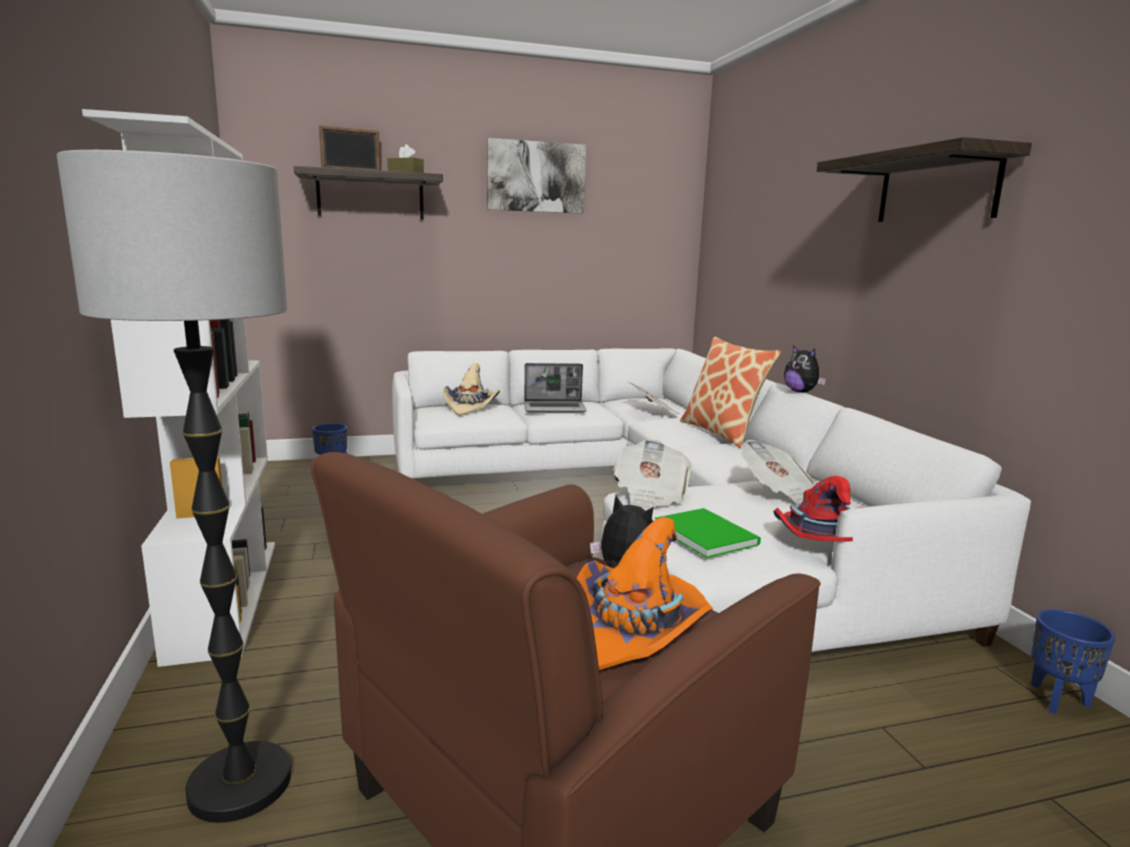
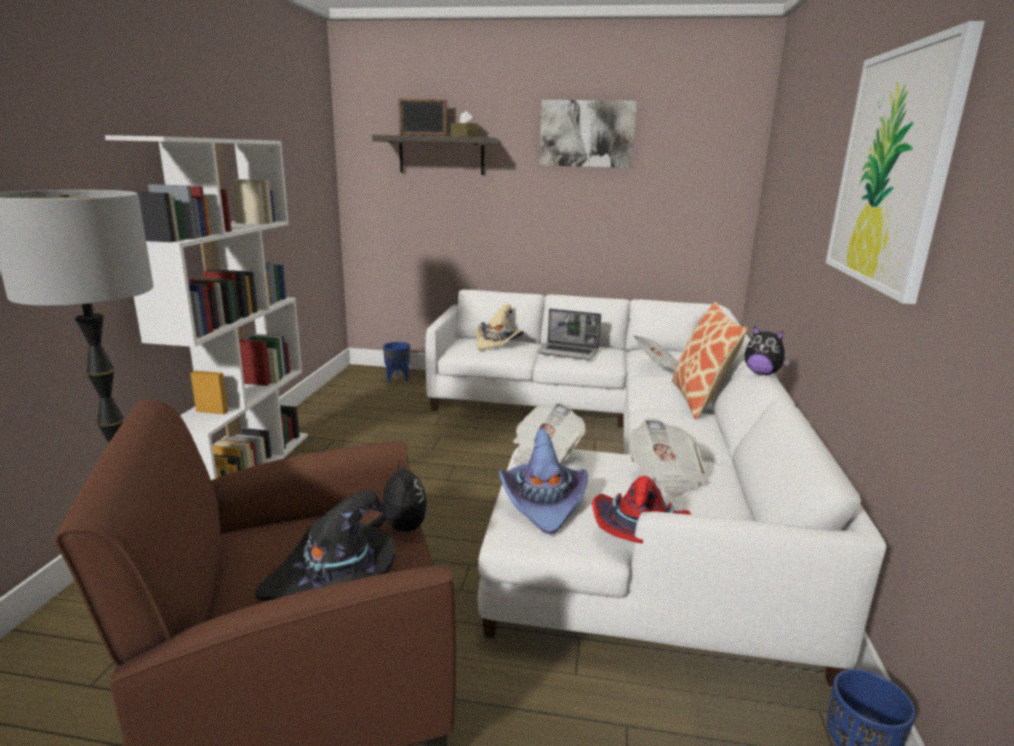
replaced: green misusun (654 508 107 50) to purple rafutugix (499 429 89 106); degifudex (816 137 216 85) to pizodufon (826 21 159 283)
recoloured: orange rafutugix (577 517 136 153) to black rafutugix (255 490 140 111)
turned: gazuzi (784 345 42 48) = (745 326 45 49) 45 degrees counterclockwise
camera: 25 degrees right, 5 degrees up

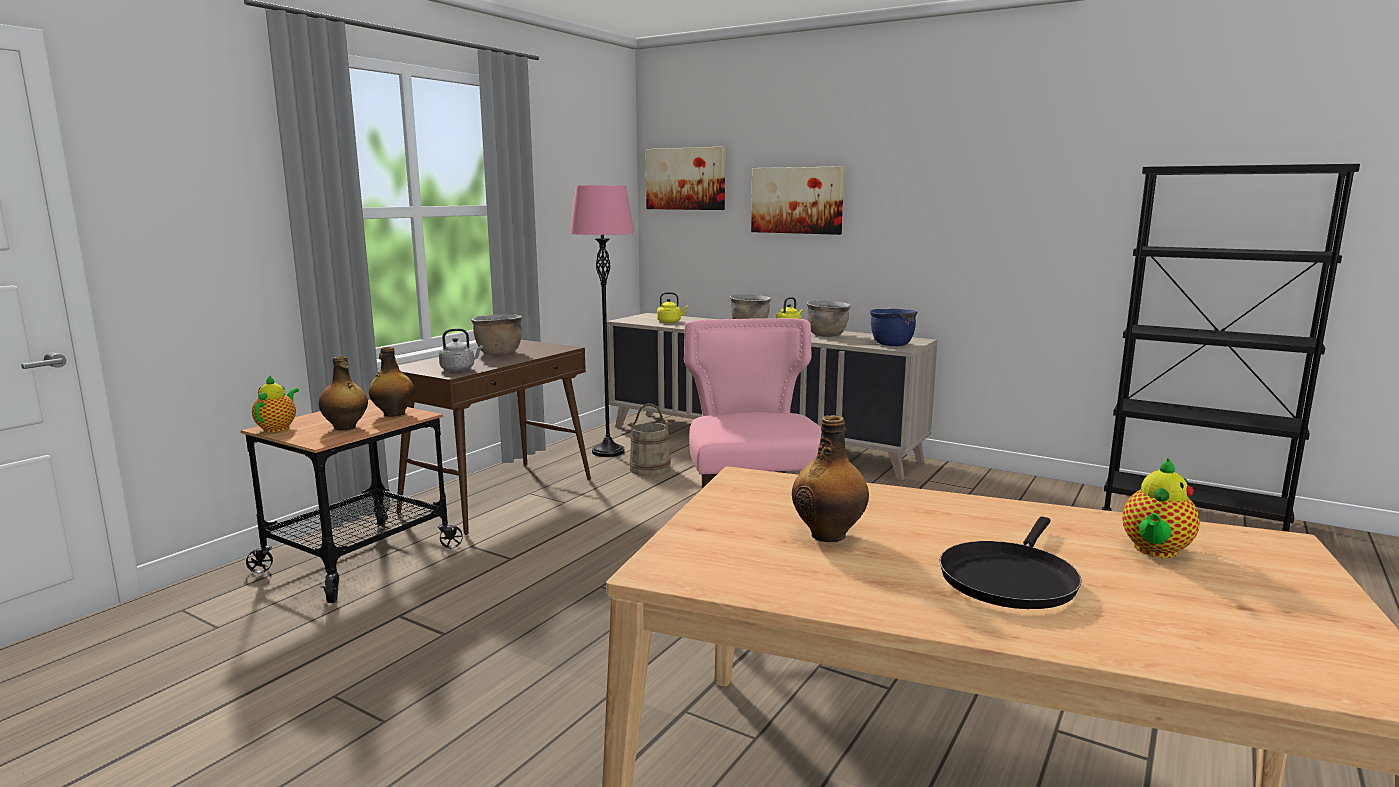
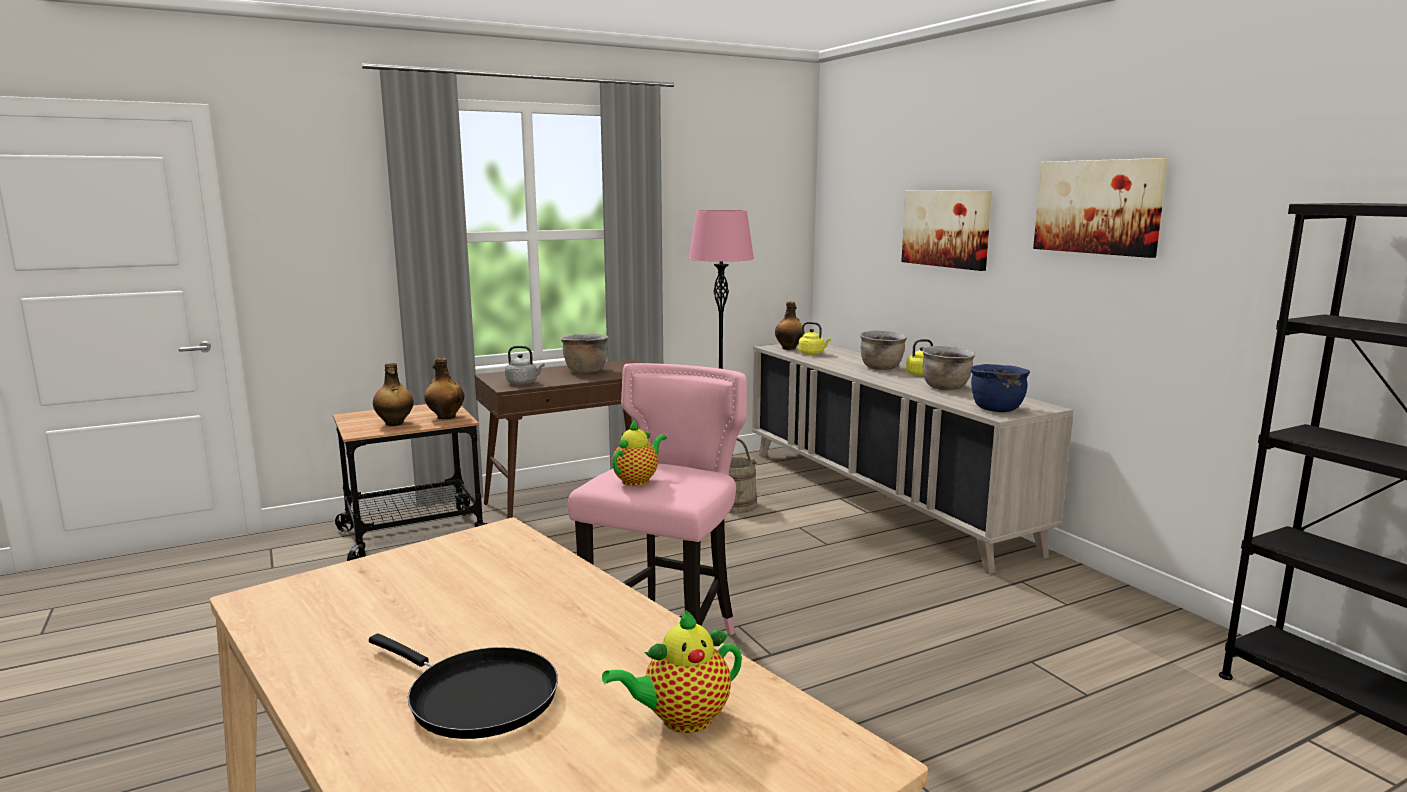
moved: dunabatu (252 375 47 58) to (612 420 55 66); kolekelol (792 415 77 127) to (775 302 30 48); pizodufon (645 147 80 63) to (1033 158 135 100)
turned: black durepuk (939 517 143 92) = (369 633 189 106) 120 degrees counterclockwise
camera: 30 degrees right, 0 degrees up

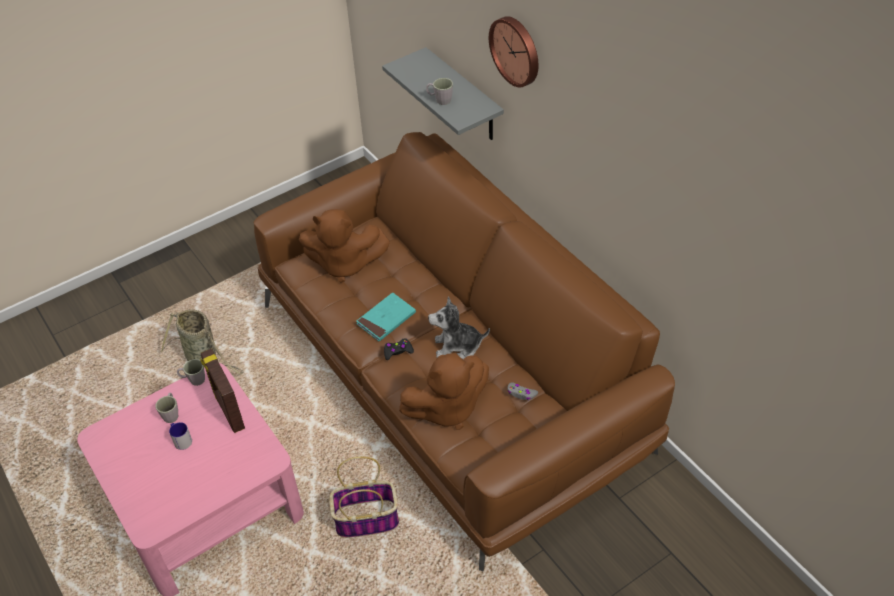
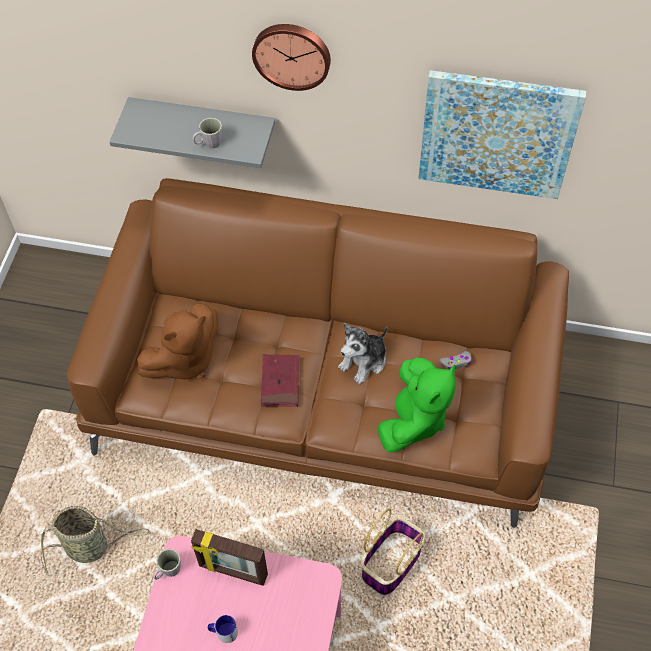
removed: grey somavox (155 393 23 30); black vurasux (384 338 30 22)
added: pizodufon (418 70 168 129)
recoloured: turquoise misusun (356 292 60 50) to red misusun (261 354 38 53); brown gazuzi (399 353 90 77) to green gazuzi (378 357 78 96)
camera: 45 degrees left, 10 degrees up

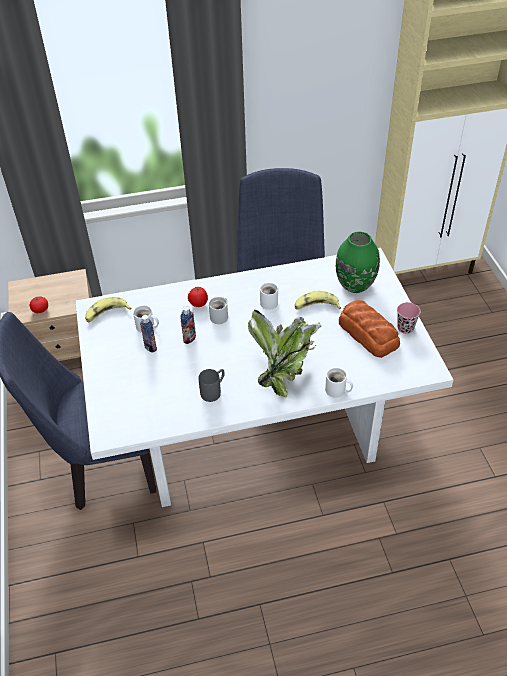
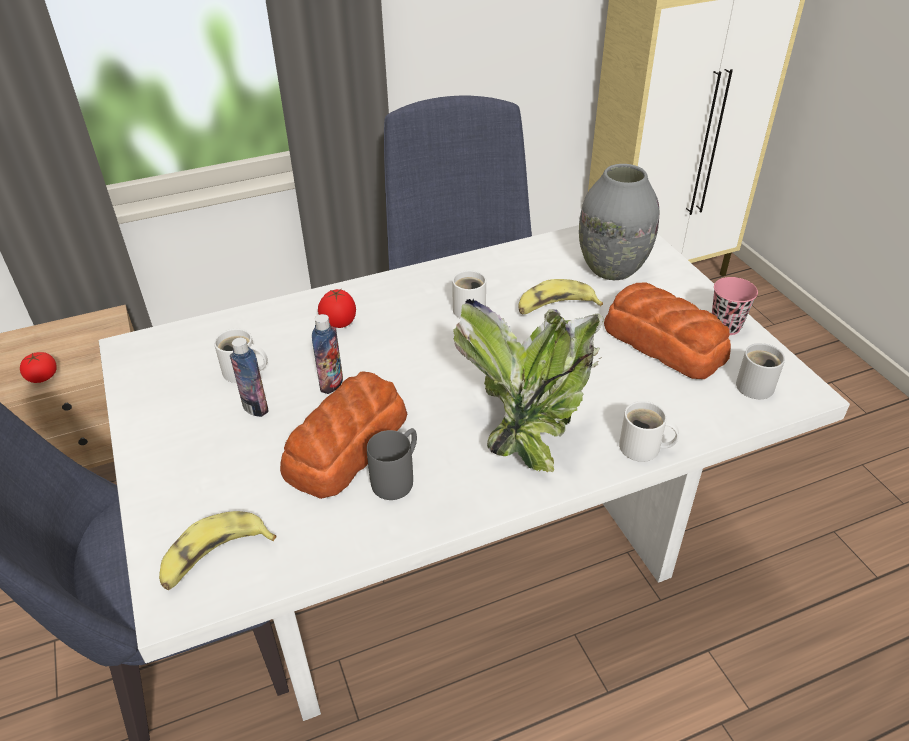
added: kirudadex (280 372 127 127)
moved: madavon (85 297 46 26) to (159 511 117 79); white somavox (209 297 19 27) to (736 343 49 56)
recoloured: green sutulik (336 232 44 61) to grey sutulik (579 164 80 117)
camera: 10 degrees left, 5 degrees down

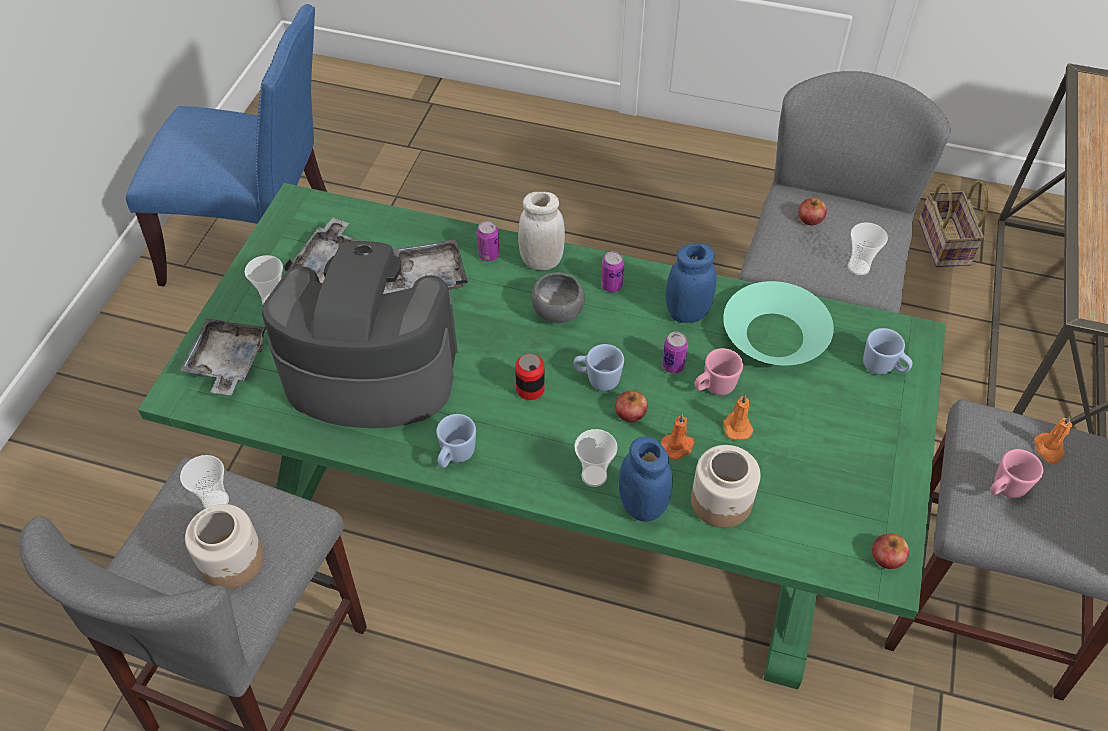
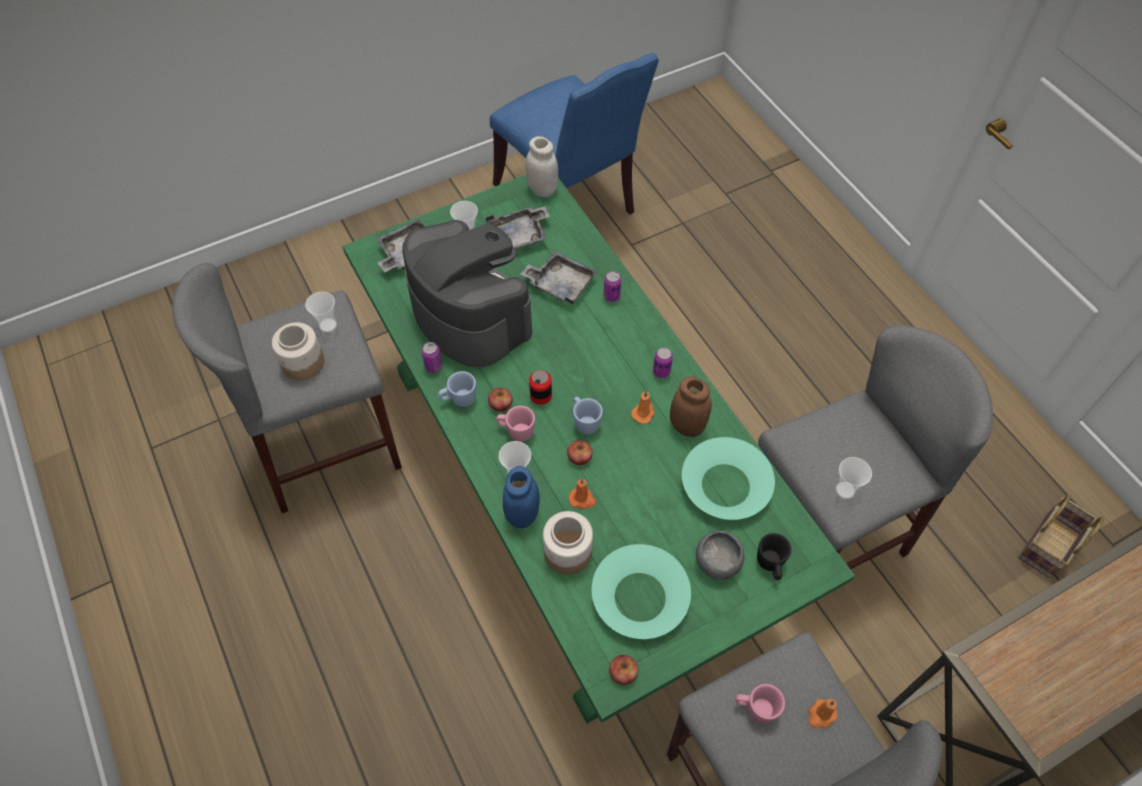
added: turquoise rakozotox (592 544 99 95)
moved: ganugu (662 332 26 42) to (421 342 21 31); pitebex (798 198 29 27) to (488 388 25 24); pink somavox (695 348 48 47) to (496 406 39 36); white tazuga (518 192 47 78) to (525 136 33 62); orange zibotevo (723 395 31 45) to (631 391 24 33); grey rakozotox (531 273 54 50) to (696 531 49 49)
recoloured: blue tazuga (666 243 50 80) to brown tazuga (670 376 42 61); blue somavox (863 328 50 47) to black somavox (757 533 34 47)
camera: 45 degrees right, 5 degrees up

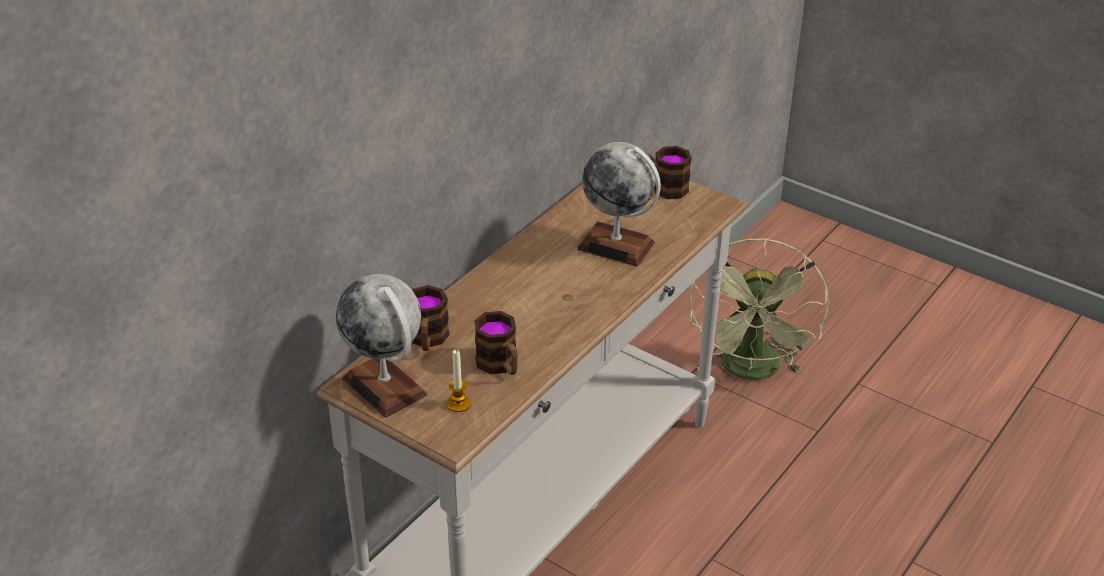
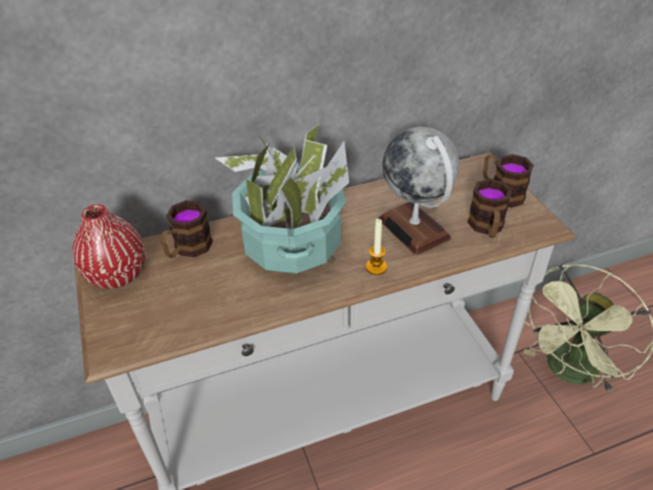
added: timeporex (215 124 134 150)
moved: zibotevo (447 350 24 62) to (366 219 21 56); somavox (474 311 44 64) to (467 179 45 59)
replaced: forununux (336 274 92 144) to red sutulik (73 204 72 85)
camera: 35 degrees right, 5 degrees up

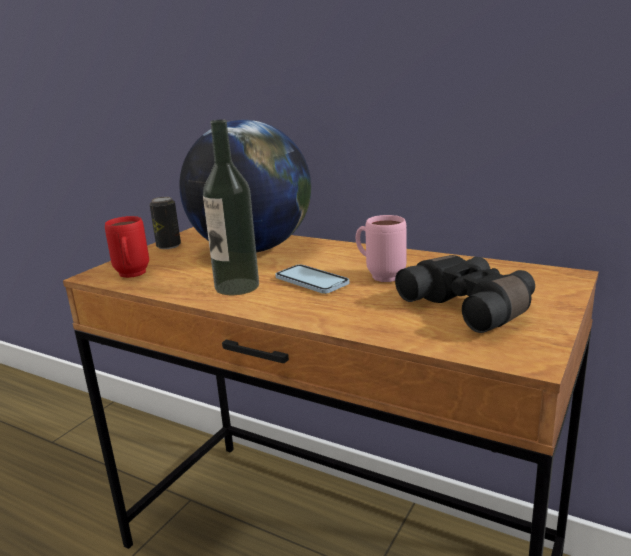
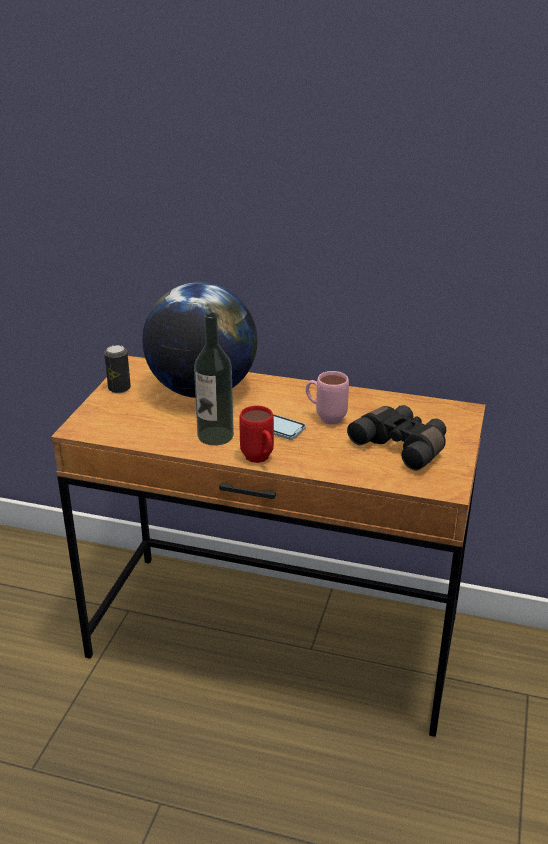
moved: red somavox (105 216 44 62) to (239 406 35 57)
camera: 15 degrees left, 10 degrees up

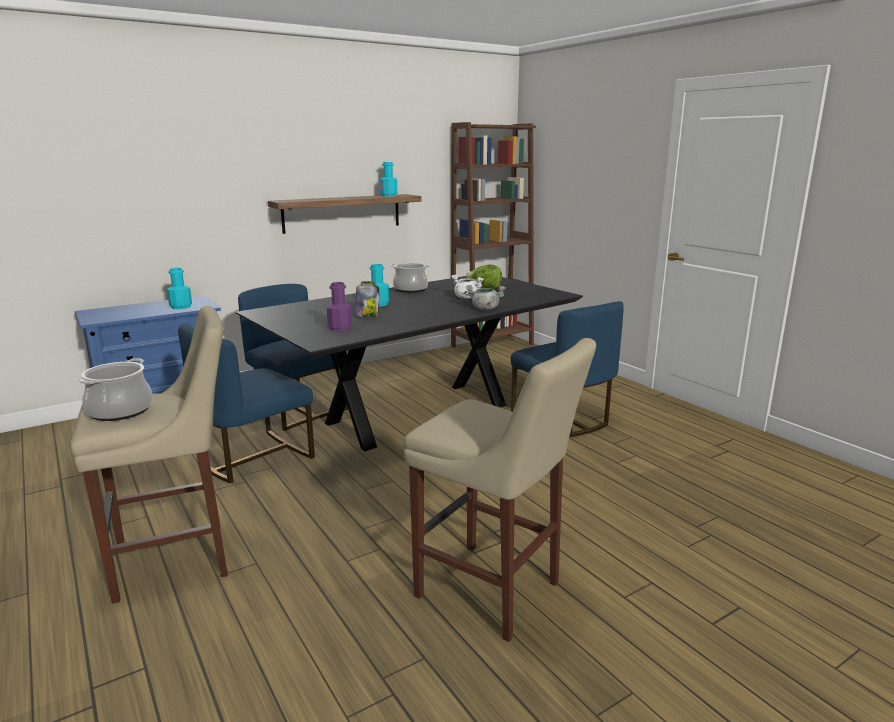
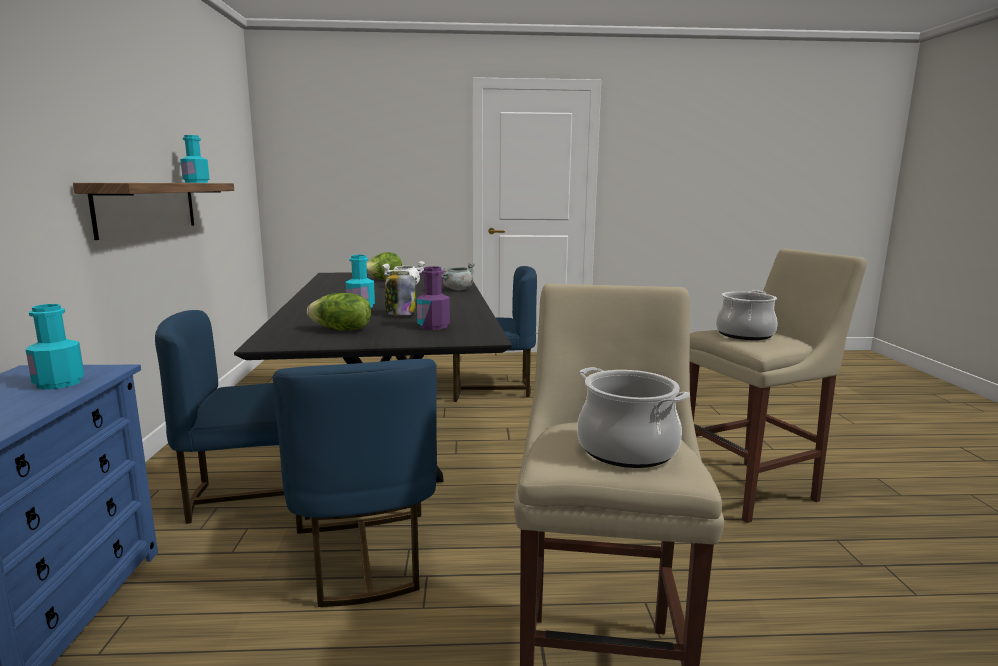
removed: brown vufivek (451 122 85 226)
added: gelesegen (307 293 64 38)
moved: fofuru (390 263 41 30) to (716 290 62 50)
camera: 60 degrees left, 5 degrees down

